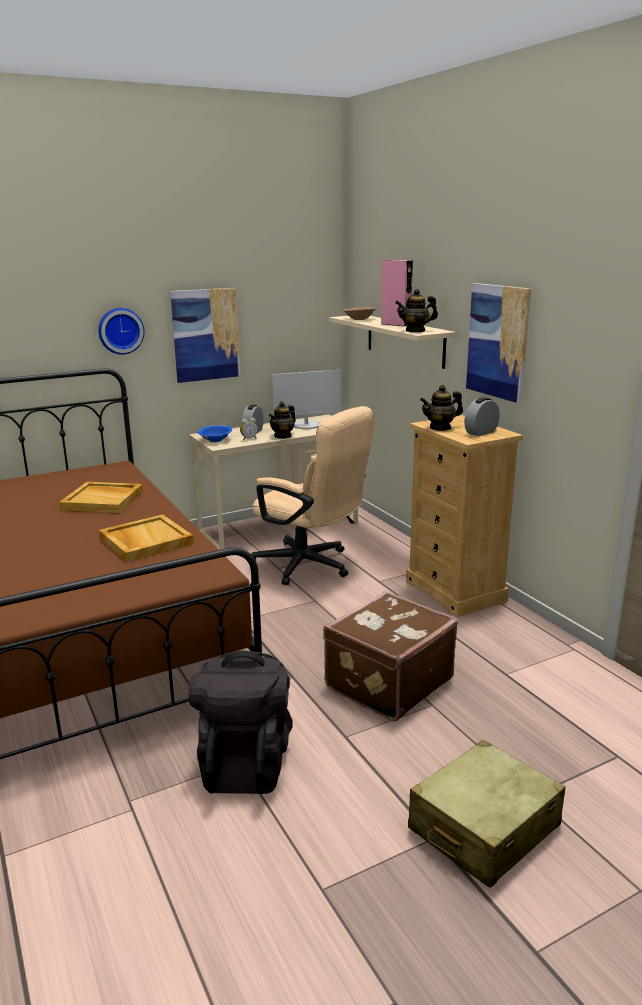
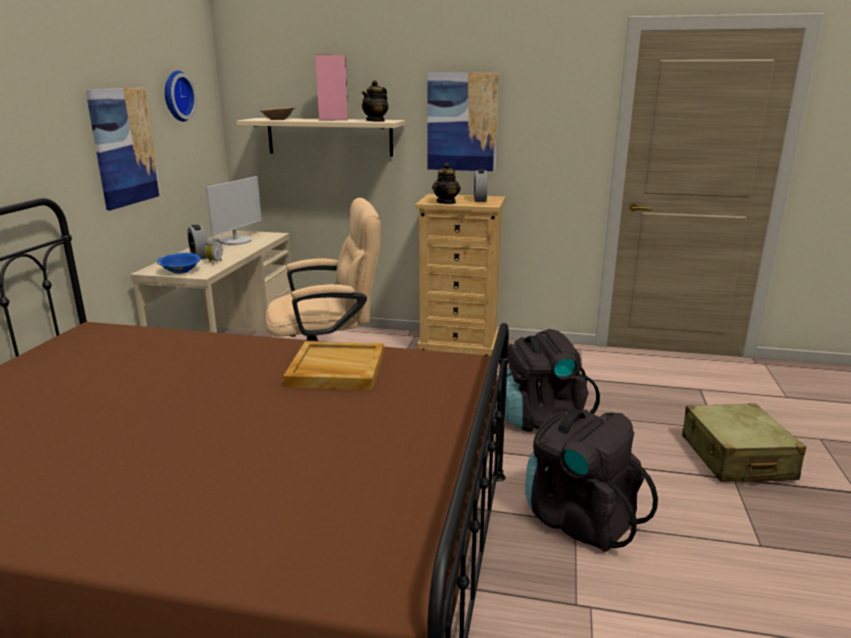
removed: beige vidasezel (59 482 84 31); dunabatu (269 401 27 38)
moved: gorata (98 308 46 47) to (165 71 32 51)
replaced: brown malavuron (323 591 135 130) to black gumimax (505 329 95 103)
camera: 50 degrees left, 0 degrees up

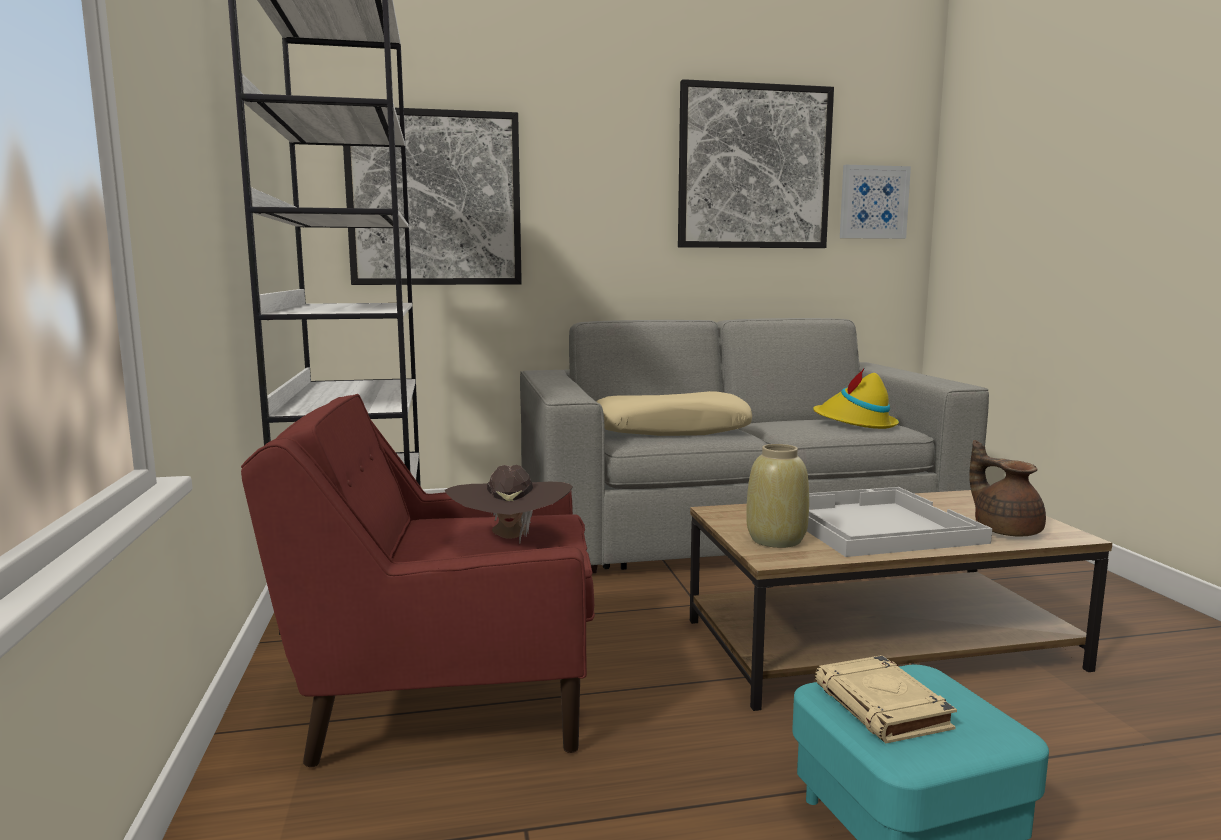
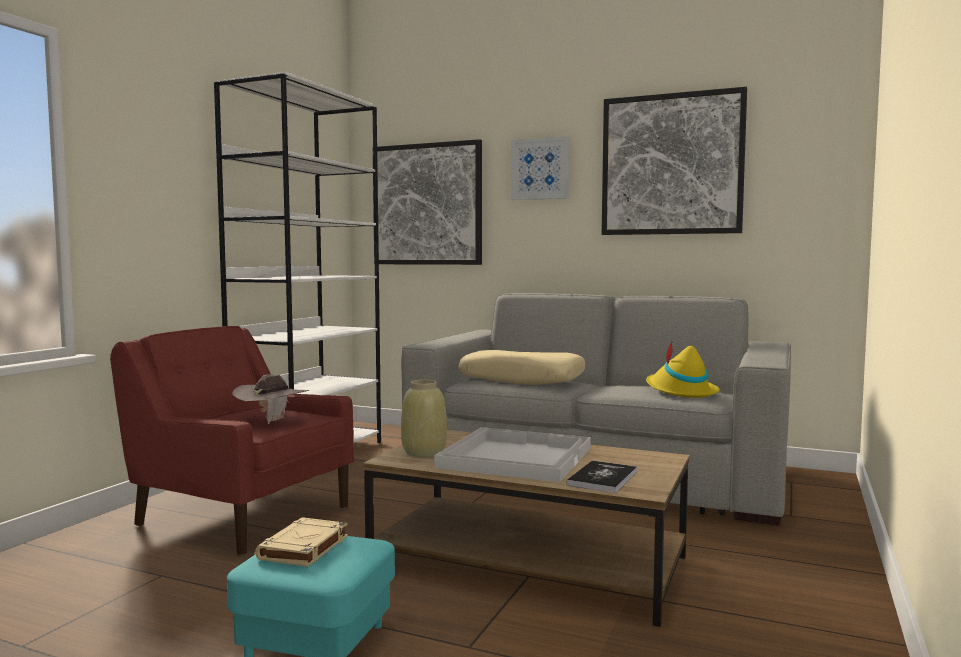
moved: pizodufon (840 165 71 74) to (511 136 58 64)
replaced: brown dunabatu (969 440 77 96) to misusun (567 461 70 32)
camera: 35 degrees right, 5 degrees down

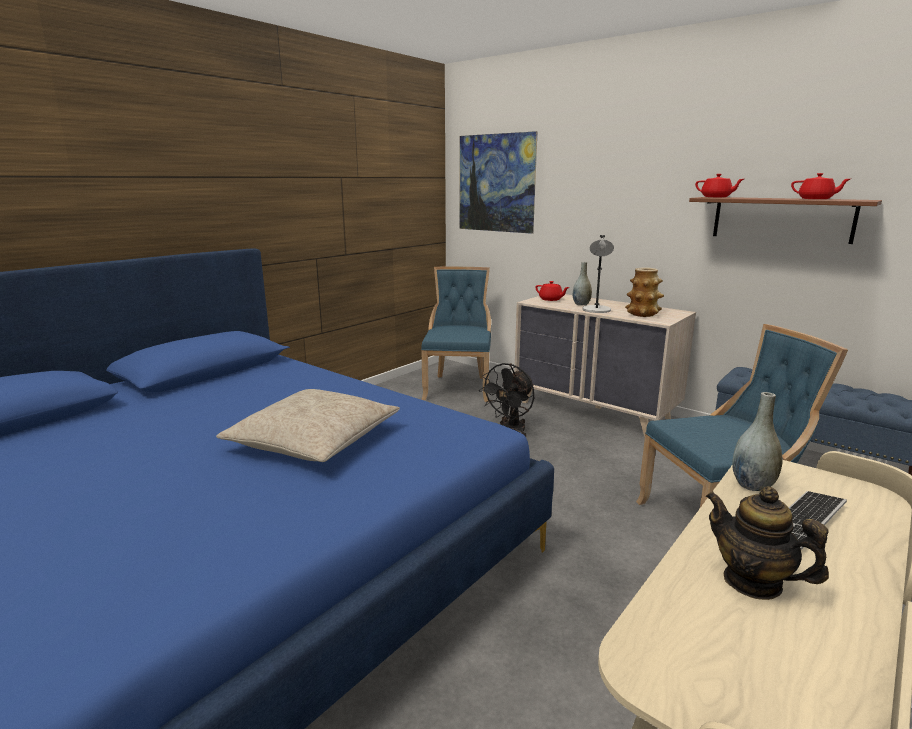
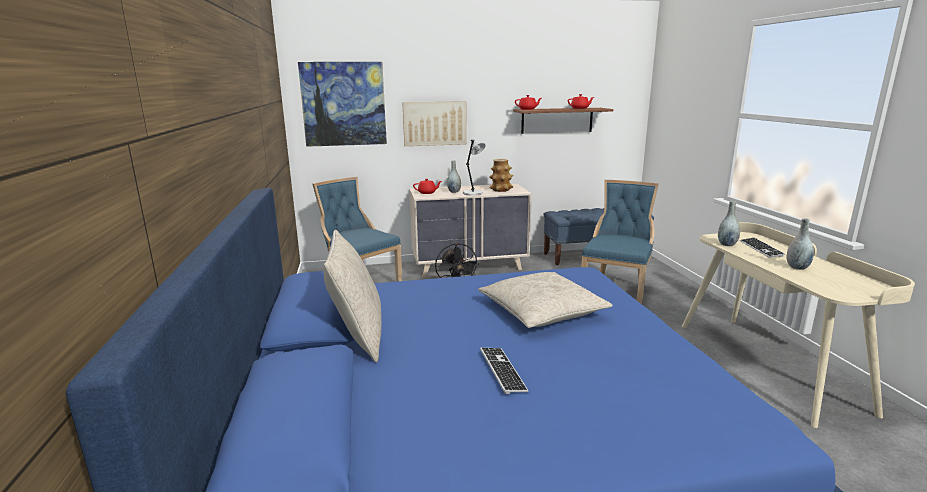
added: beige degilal (324 230 57 132); pizodufon (402 101 65 45); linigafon (480 348 49 46)
replaced: dunabatu (705 487 124 113) to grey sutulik (787 218 27 52)
camera: 50 degrees left, 0 degrees up

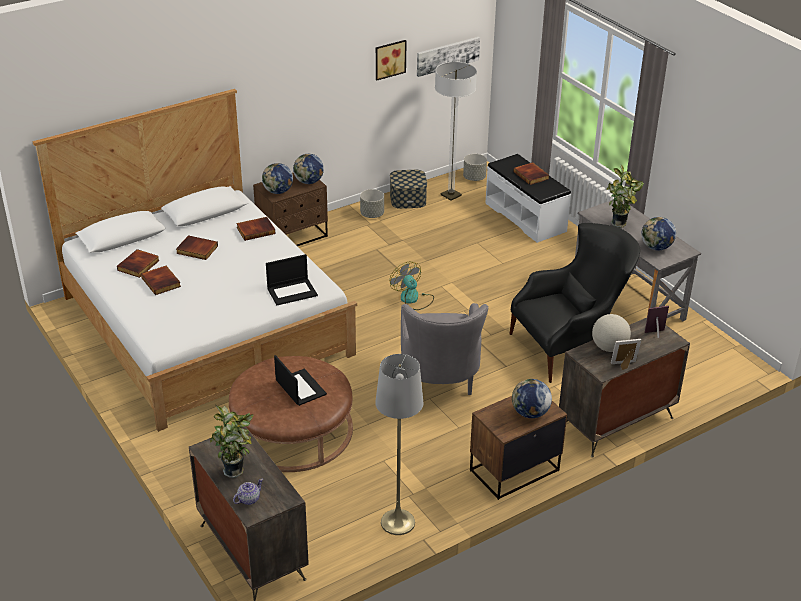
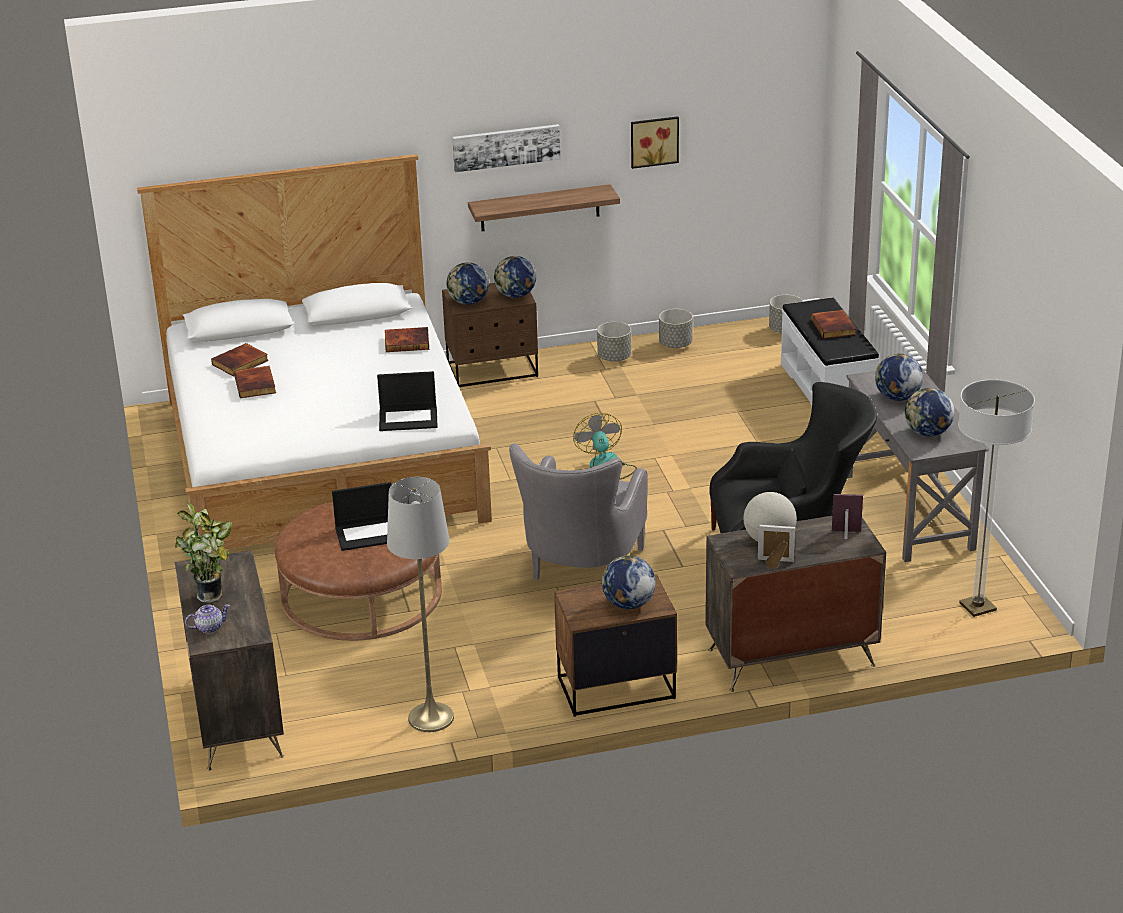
removed: misusun (176 235 42 25)
added: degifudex (468 184 152 47)
moved: pizodufon (417 37 63 40) to (452 124 108 48); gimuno (435 62 42 139) to (958 379 77 238)
replaced: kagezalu (390 170 37 39) to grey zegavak (659 309 34 39); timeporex (607 165 37 63) to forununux (875 354 48 47)
turned: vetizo (274 355 53 51) = (332 482 60 69) 90 degrees clockwise
camera: 20 degrees right, 5 degrees down

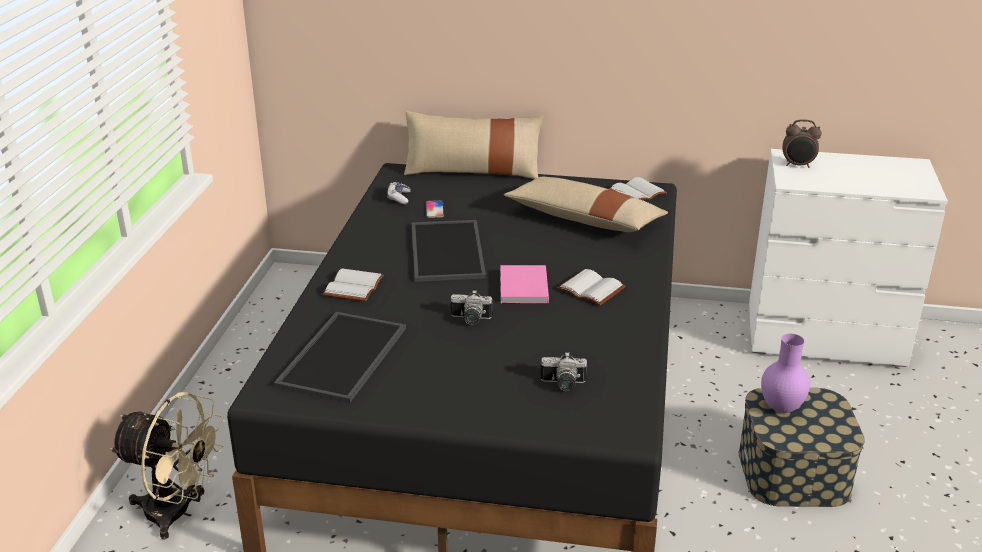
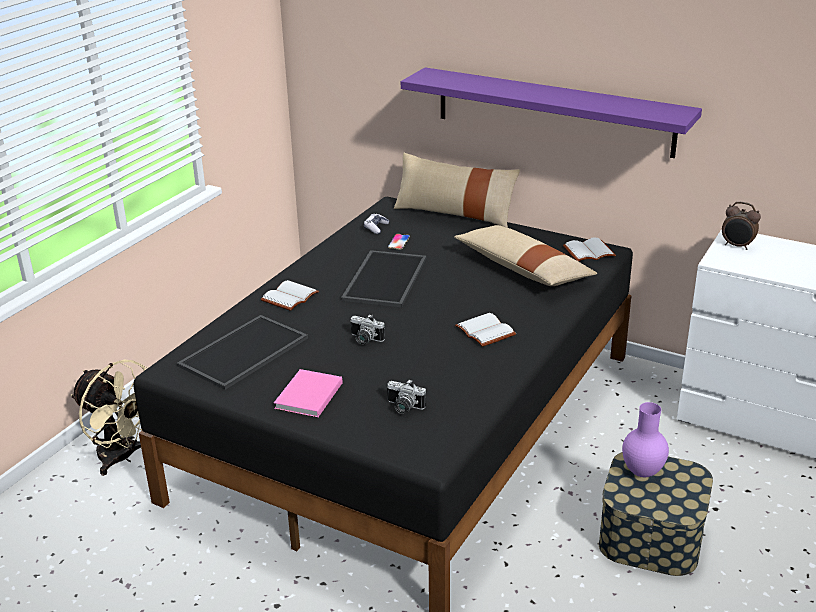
added: purple degifudex (401 67 301 91)
moved: pink misusun (500 265 49 38) to (274 369 68 49)
camera: 20 degrees right, 0 degrees up

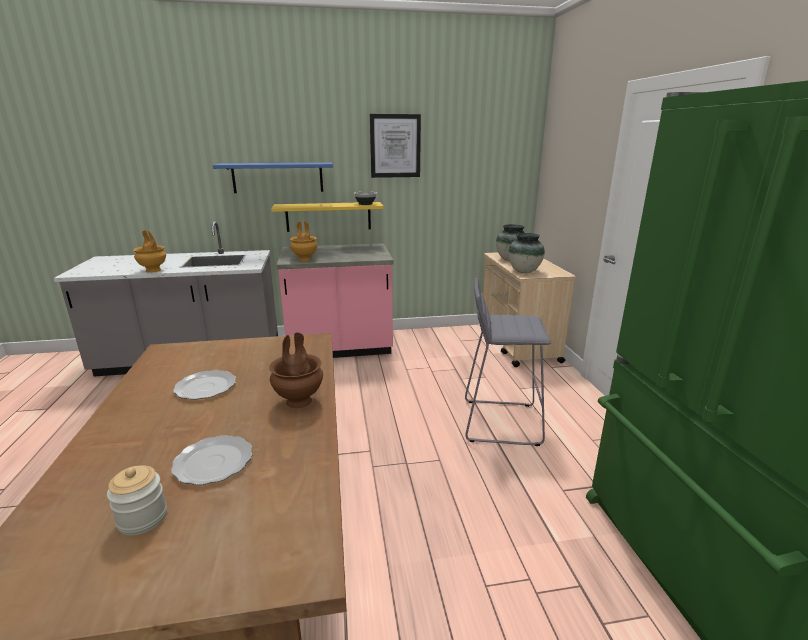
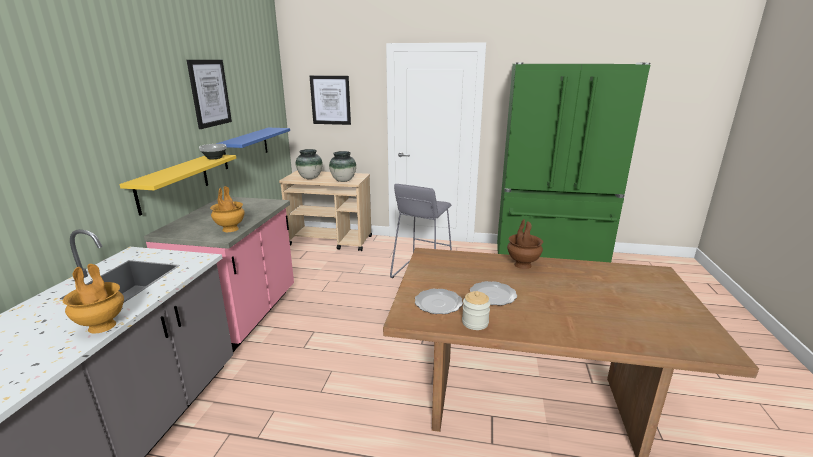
added: pizodufon (310 76 41 49)
moved: blue degifudex (213 162 120 31) to (216 128 74 41); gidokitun (171 435 81 50) to (415 289 48 25); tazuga (107 465 60 71) to (462 291 29 39)
camera: 70 degrees left, 0 degrees up

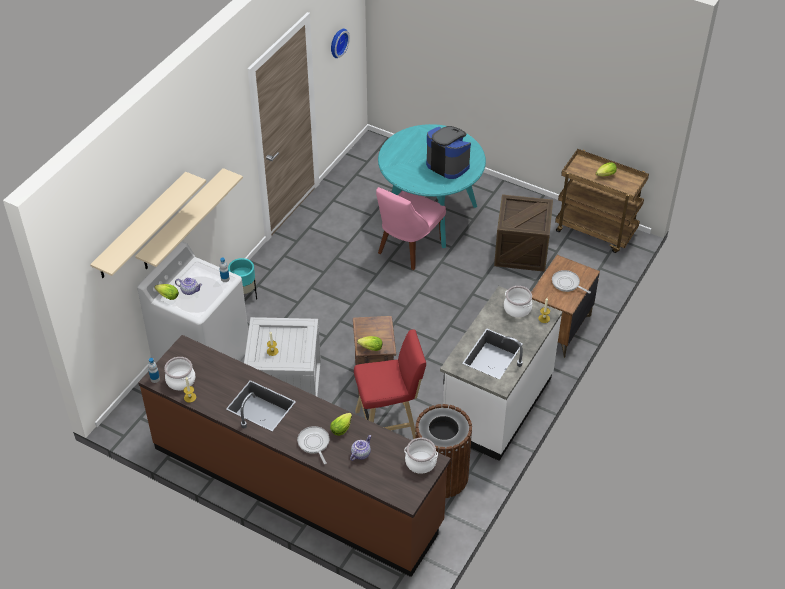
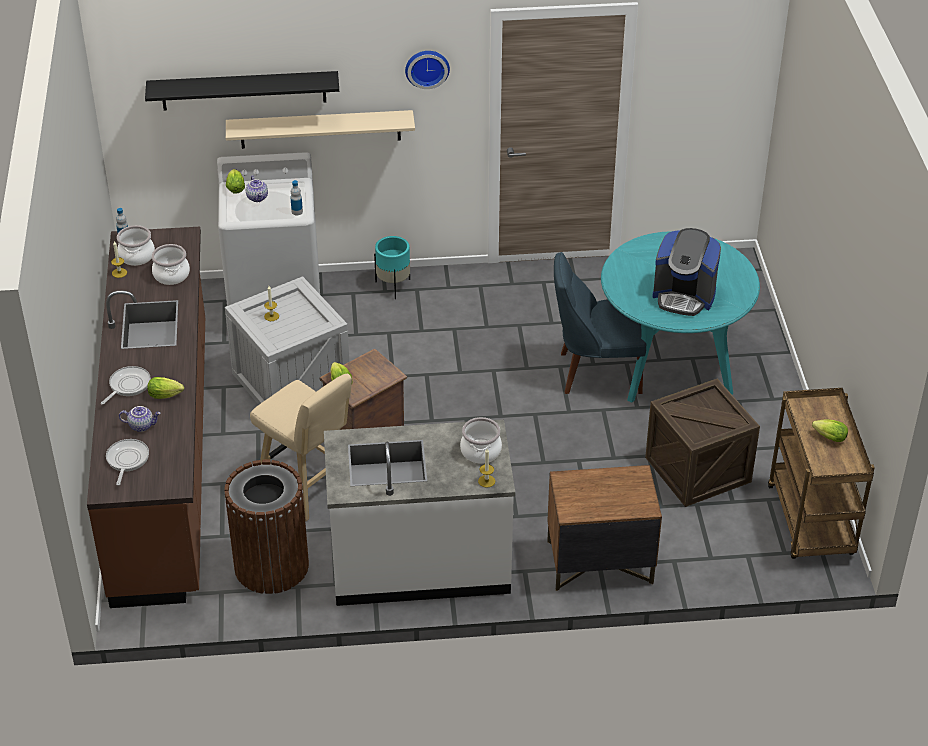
moved: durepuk (552 270 39 24) to (106 439 43 46); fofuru (404 438 34 36) to (152 244 38 41); gorata (331 29 19 29) to (405 51 45 38)
recoloured: beige degifudex (90 172 116 106) to black degifudex (145 71 194 40); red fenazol (354 329 72 110) to beige fenazol (250 374 102 147); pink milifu (376 187 70 83) to blue milifu (554 252 92 142)
turned: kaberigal (426 126 45 53) = (652 228 69 88) 105 degrees clockwise
camera: 55 degrees right, 5 degrees down

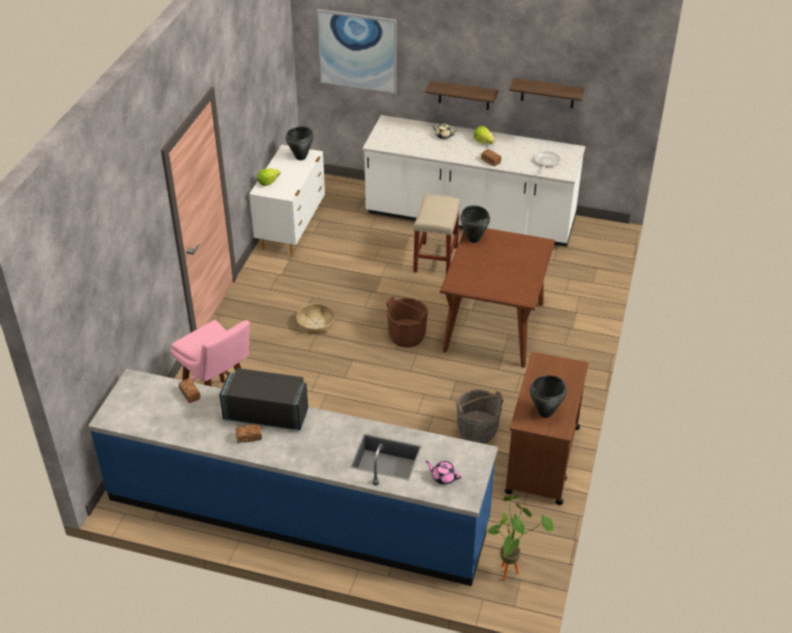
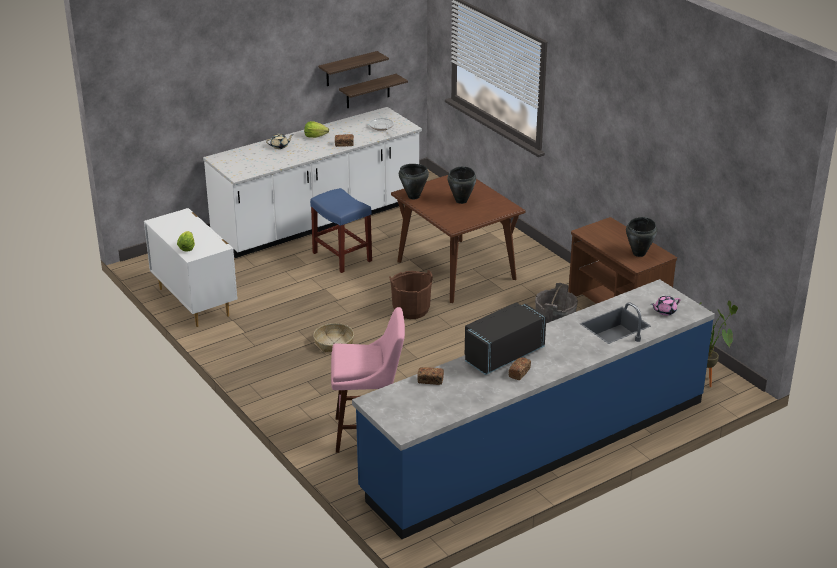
removed: pizodufon (317 9 79 85)
moved: degifudex (425 80 74 30) to (339 74 69 34); black fofuru (286 126 27 34) to (447 166 29 38)
recoloured: beige fenazol (413 194 47 80) to blue fenazol (310 188 62 85)
camera: 50 degrees left, 10 degrees down

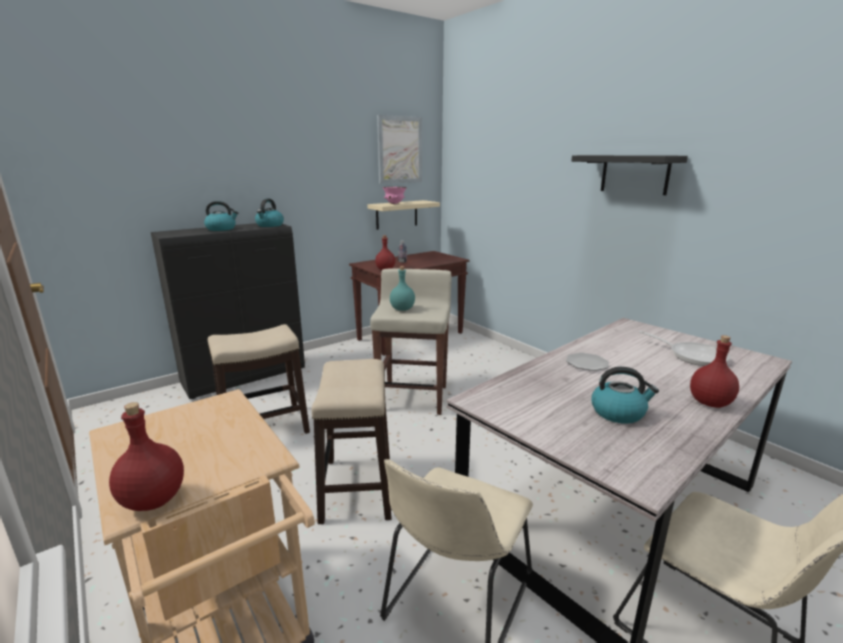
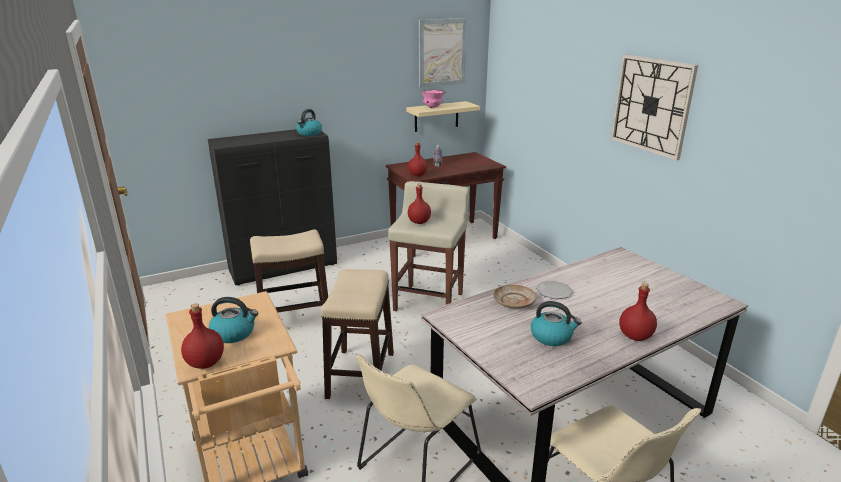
removed: durepuk (639 331 92 35)
added: beige gidokitun (493 285 44 24)
moved: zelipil (204 201 35 30) to (209 297 49 46)
replaced: black degifudex (571 155 117 40) to gorata (611 55 87 105)
recoloured: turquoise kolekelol (390 266 25 45) to red kolekelol (408 184 23 40)
camera: 10 degrees right, 5 degrees up

